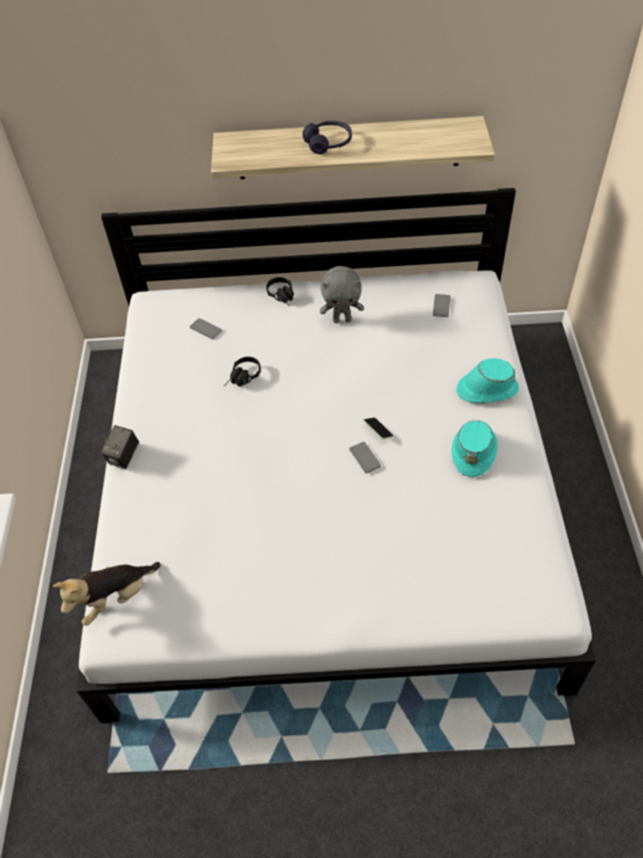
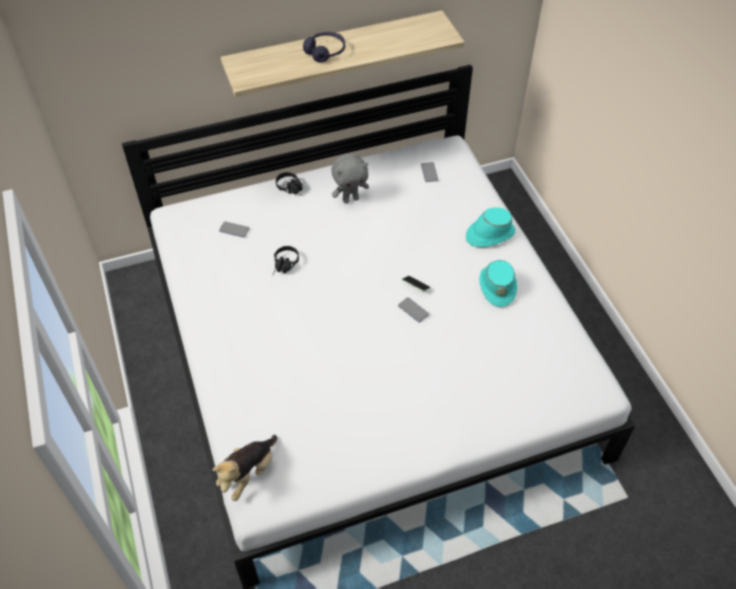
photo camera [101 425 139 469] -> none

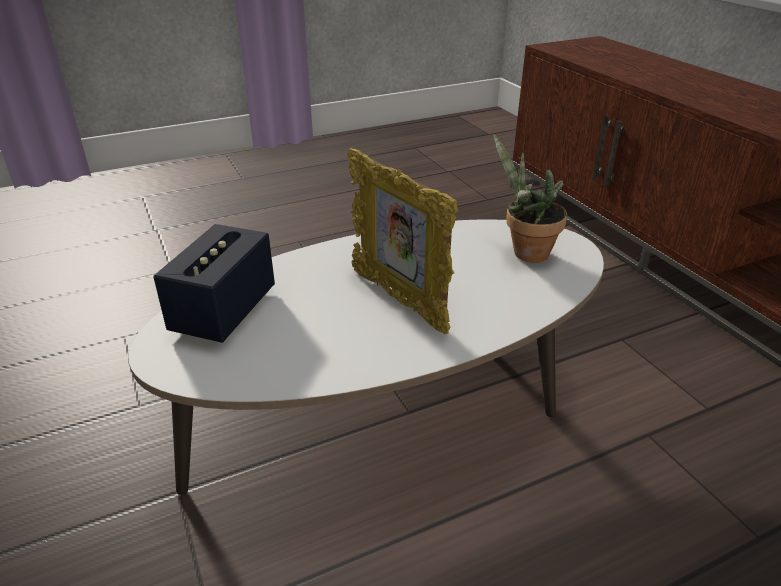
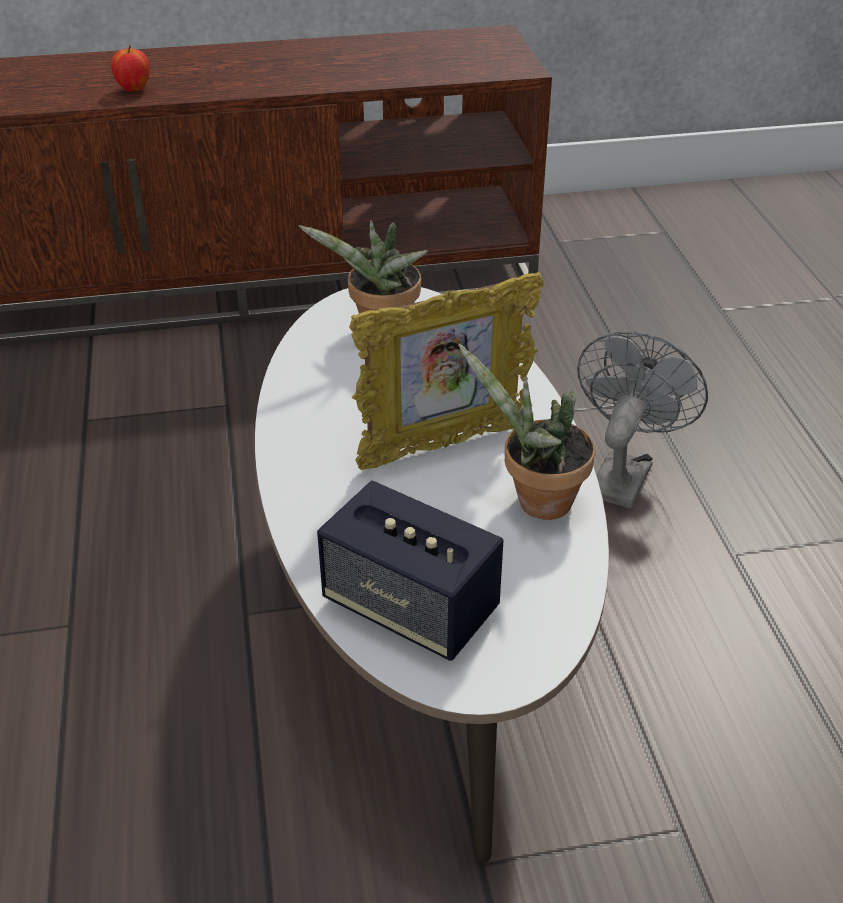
none -> apple [111 45 150 92]
none -> potted plant [458 344 595 520]
none -> fan (grey) [577 332 708 508]

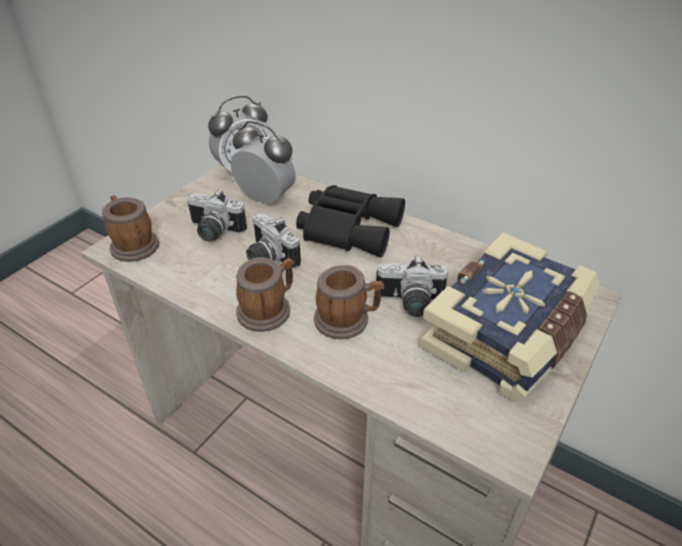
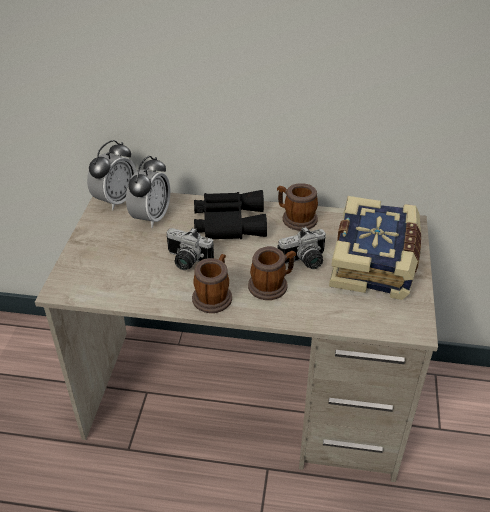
photo camera [187 190 247 242] -> none
mug [102 195 159 262] -> mug [277 183 318 231], relocated
alarm clock [231 121 297 203] -> alarm clock [126 156 170 228], 105 degrees clockwise

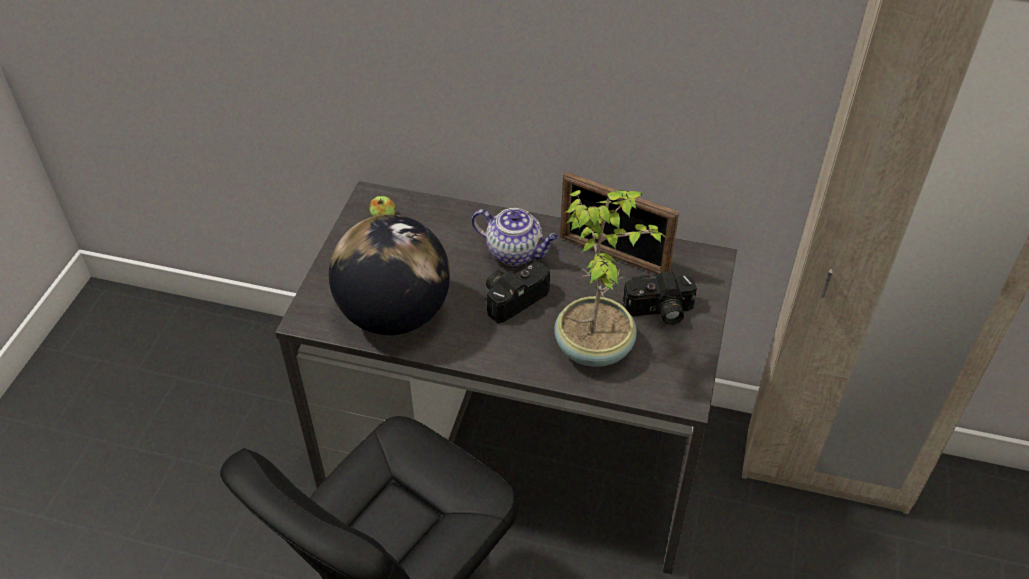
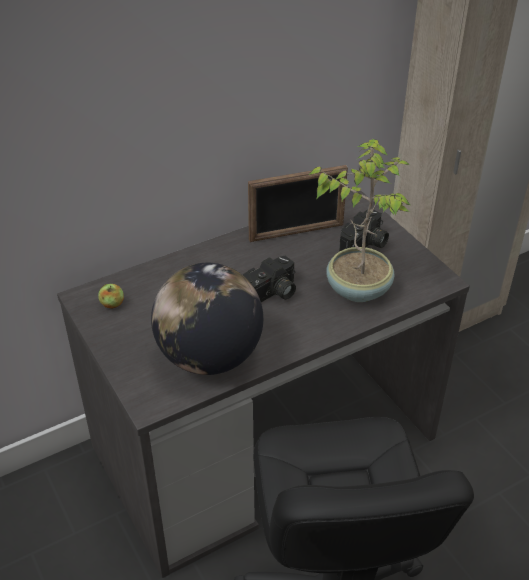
teapot [472 208 558 266] -> none
photo camera [485 262 550 324] -> photo camera [243 256 296 302], 135 degrees counterclockwise

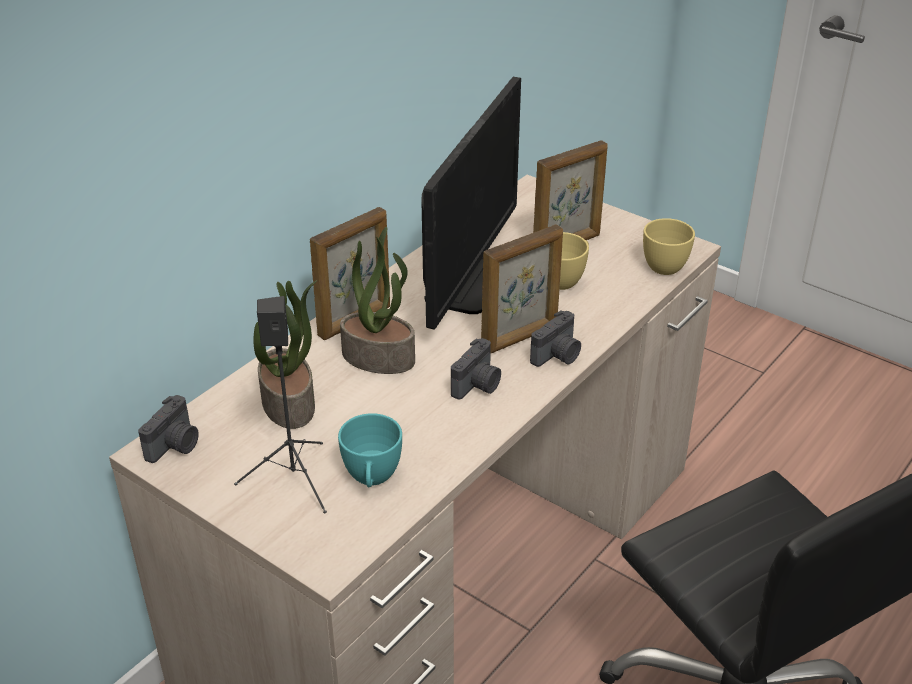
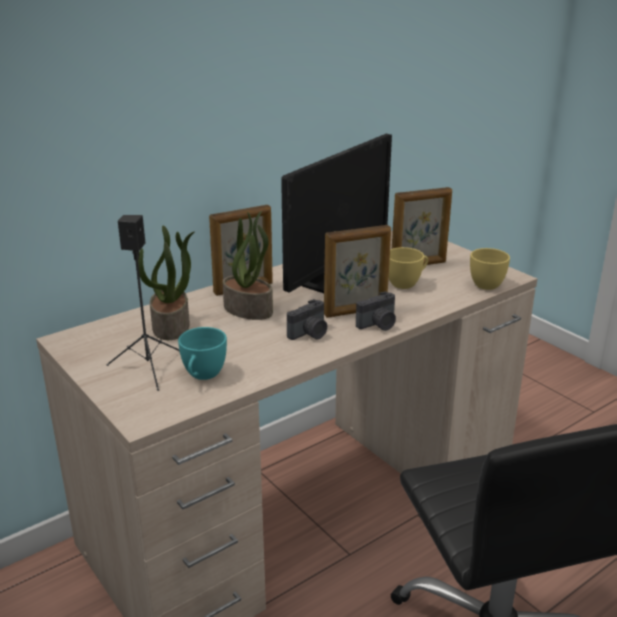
photo camera [138 395 199 463] -> none

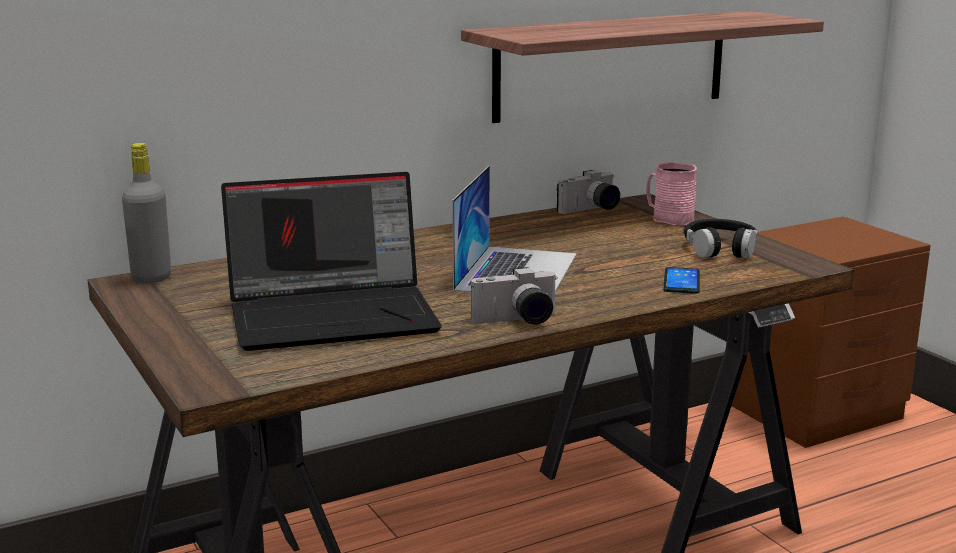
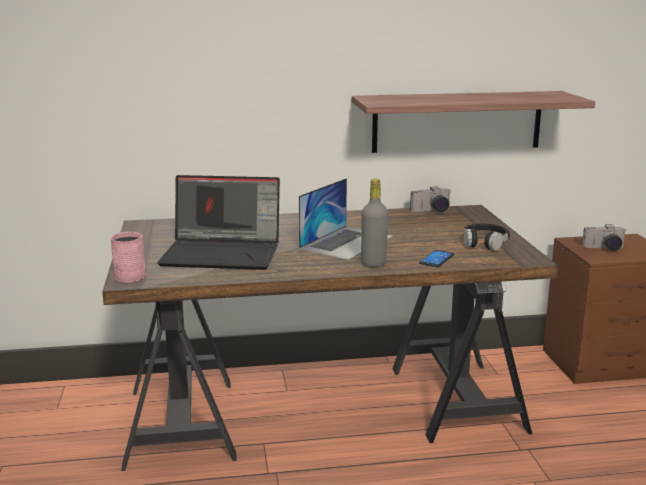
bottle (grey) [122 143 171 283] -> bottle (grey) [361 179 388 267], relocated
photo camera [471 267 558 325] -> photo camera [582 225 626 251], relocated
mug (pink) [646 162 697 225] -> mug (pink) [110 232 146 282], relocated

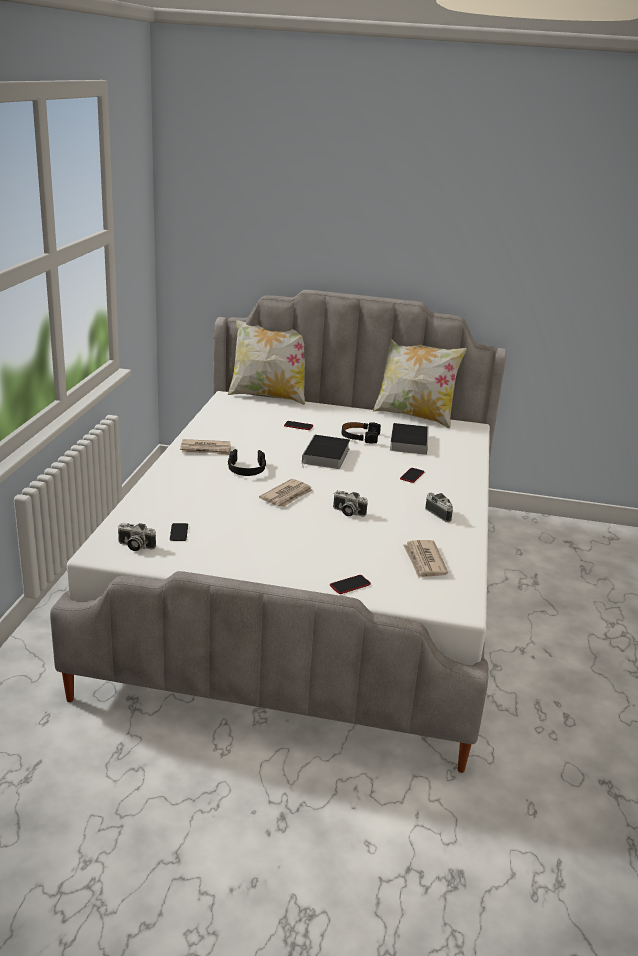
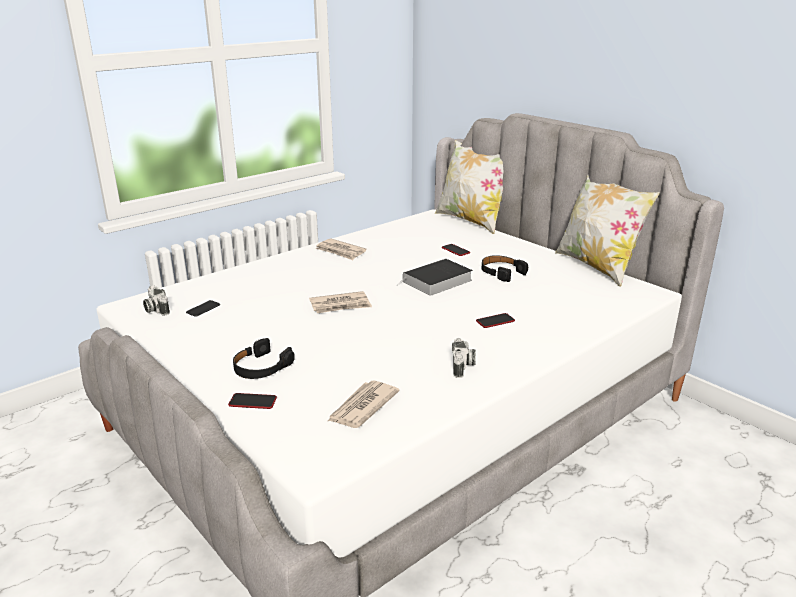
photo camera [333 490 368 516] -> none
book [390 423 429 455] -> none
headphones (black) [228 449 266 476] -> headphones (black) [233 338 295 379], relocated

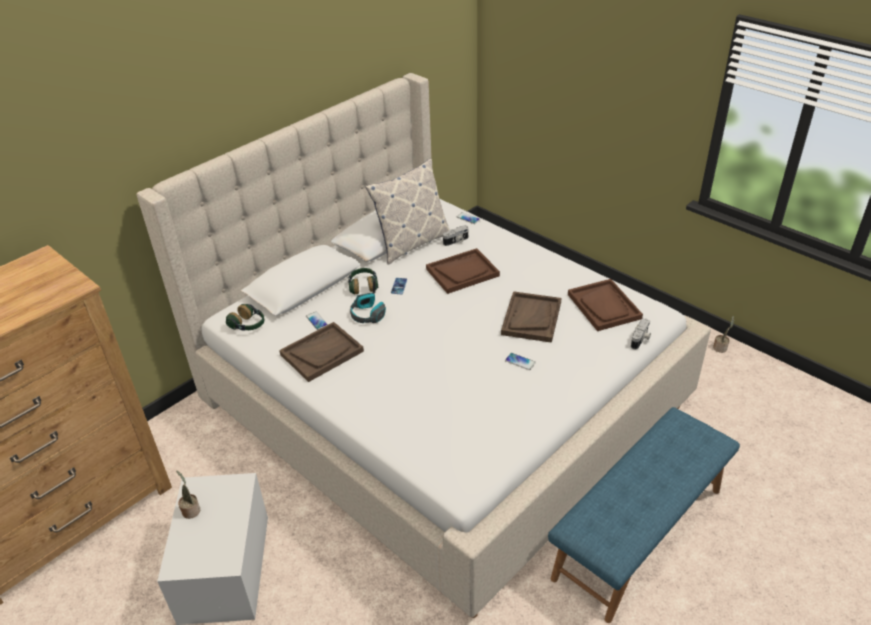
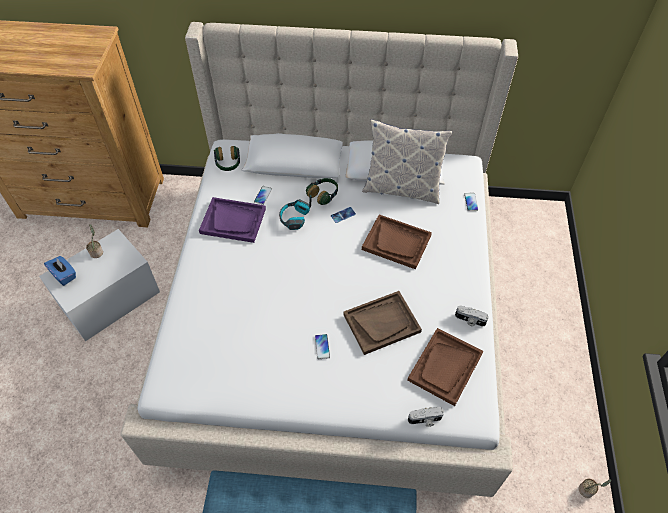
none -> tissue box (blue) [44 256 76 286]
photo camera [443 225 468 246] -> photo camera [455 306 489 327], relocated
tray (brown) [279 322 364 382] -> tray (purple) [199 197 266 243]

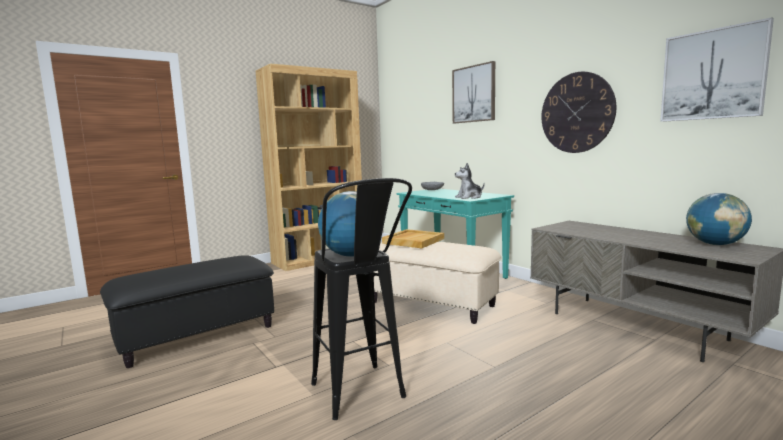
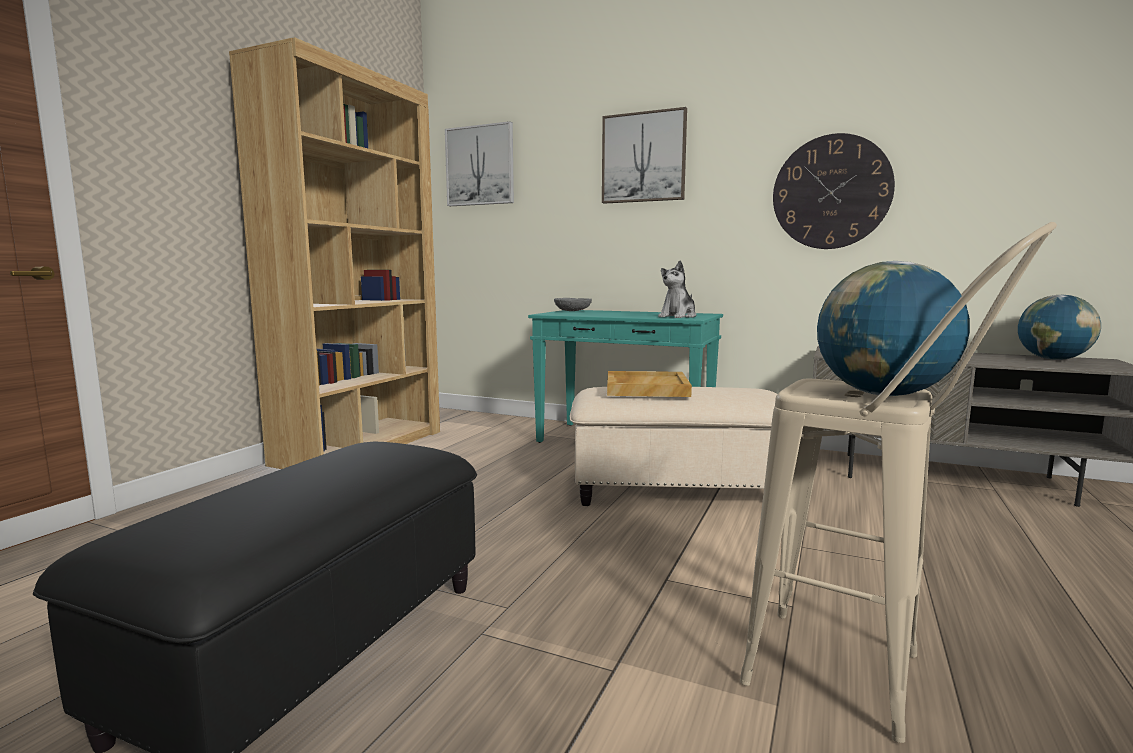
picture [660 17 774 122] -> picture [445 121 514 206], relocated
stool (black) [311 178 412 420] -> stool (beige) [740 222 1057 743]

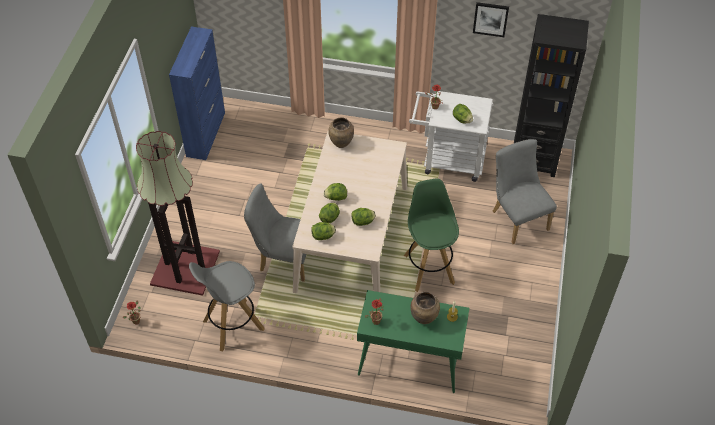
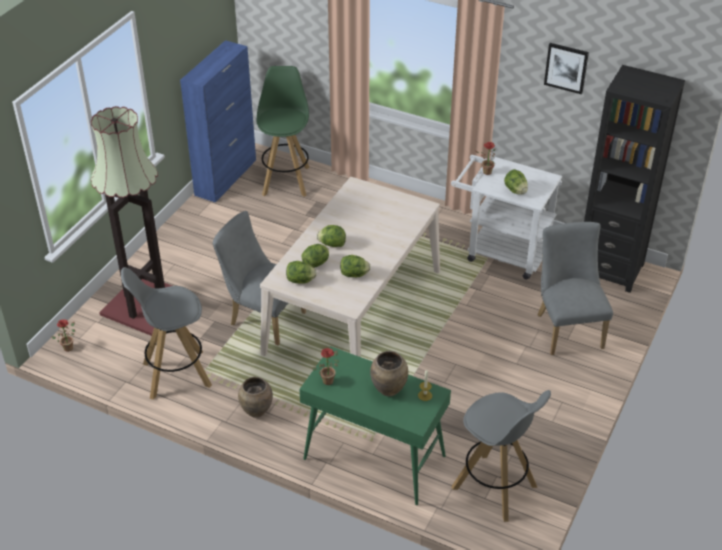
none -> stool (grey) [451 390 551 522]
vase (brown) [328 117 354 148] -> vase (brown) [238 377 273 418], relocated
stool (green) [404 179 459 292] -> stool (green) [256 66 309 197], relocated

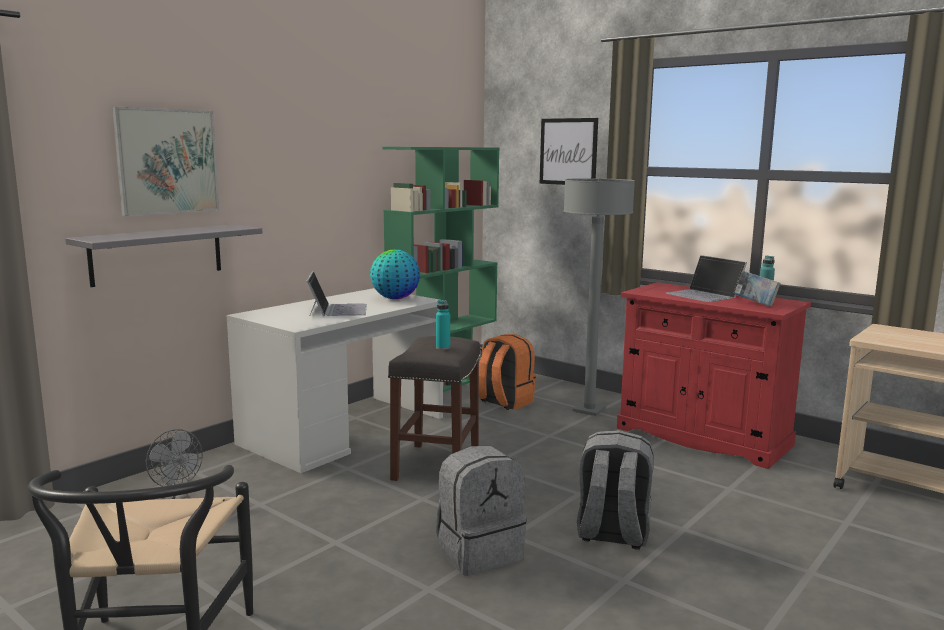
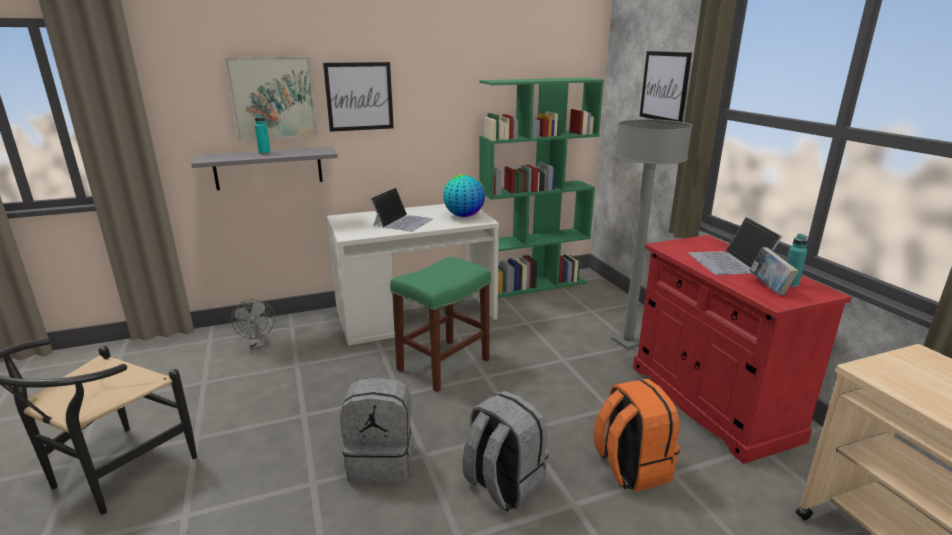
none -> picture [323 62 394 132]
bottle (turquoise) [436 300 450 350] -> bottle (turquoise) [255 114 271 154], relocated
backpack (orange) [479 334 536 410] -> backpack (orange) [594 379 680 492], relocated
stool (grey) [388 336 481 481] -> stool (green) [390 257 491 392]

